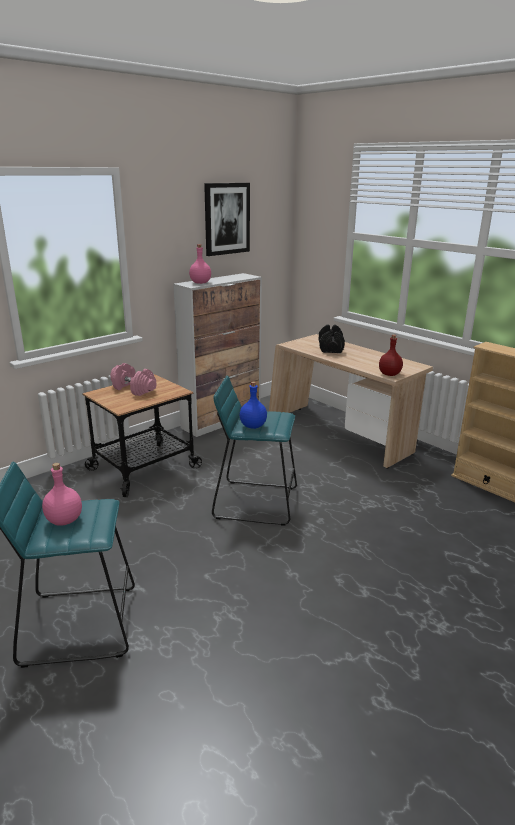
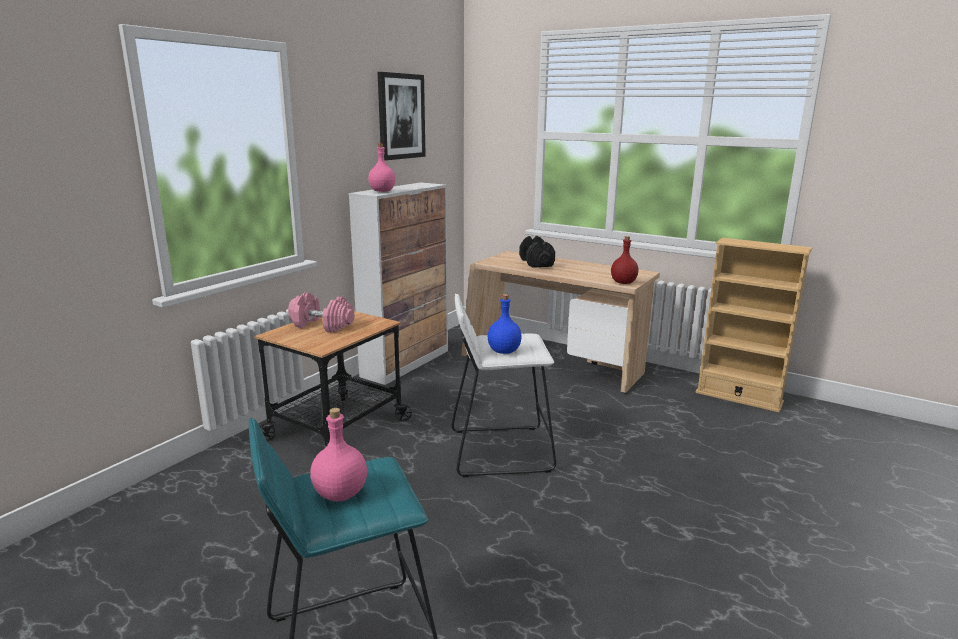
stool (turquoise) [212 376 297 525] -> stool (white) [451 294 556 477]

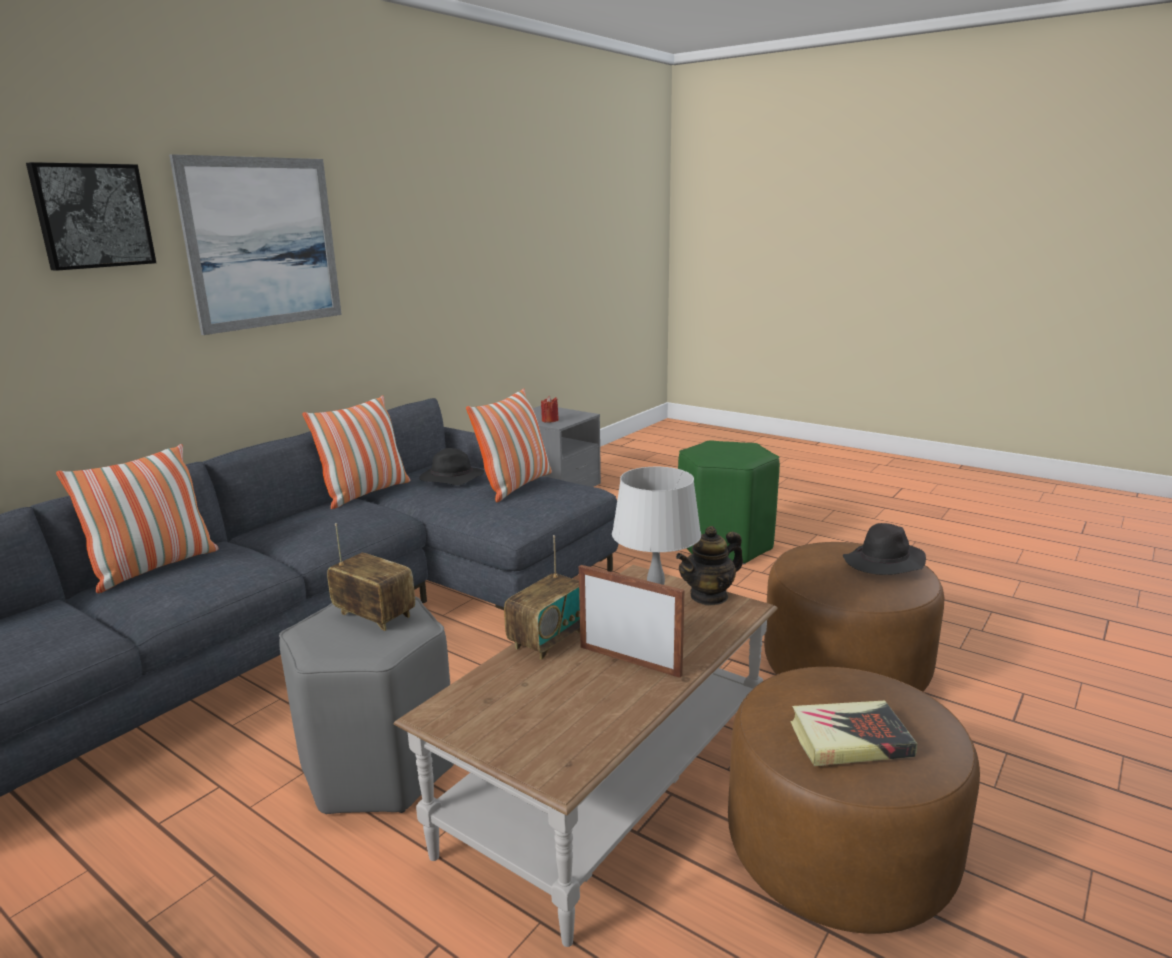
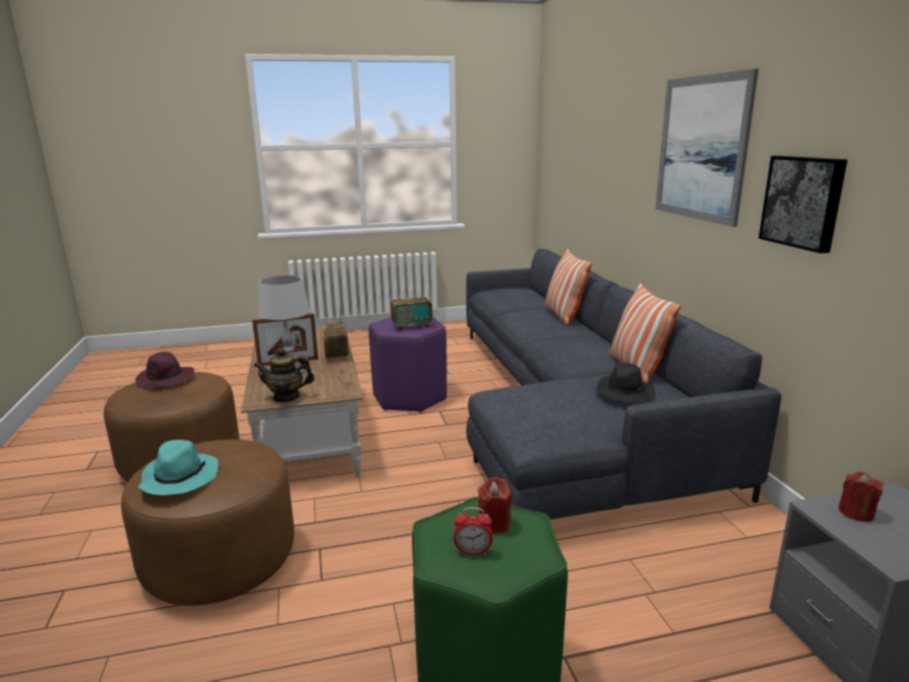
pillow [466 388 552 502] -> none
none -> alarm clock [454 507 492 555]
none -> candle (red) [478 477 512 534]
picture [26 162 156 271] -> picture [759 156 847 253], relocated
book [791 700 917 766] -> hat (purple) [135 352 194 389]
stool (grey) [279 597 454 814] -> stool (purple) [369 316 447 413]
hat (black) [843 523 926 575] -> hat (turquoise) [138 440 218 495]
teapot [676 526 743 606] -> teapot [253 348 315 403], 105 degrees counterclockwise

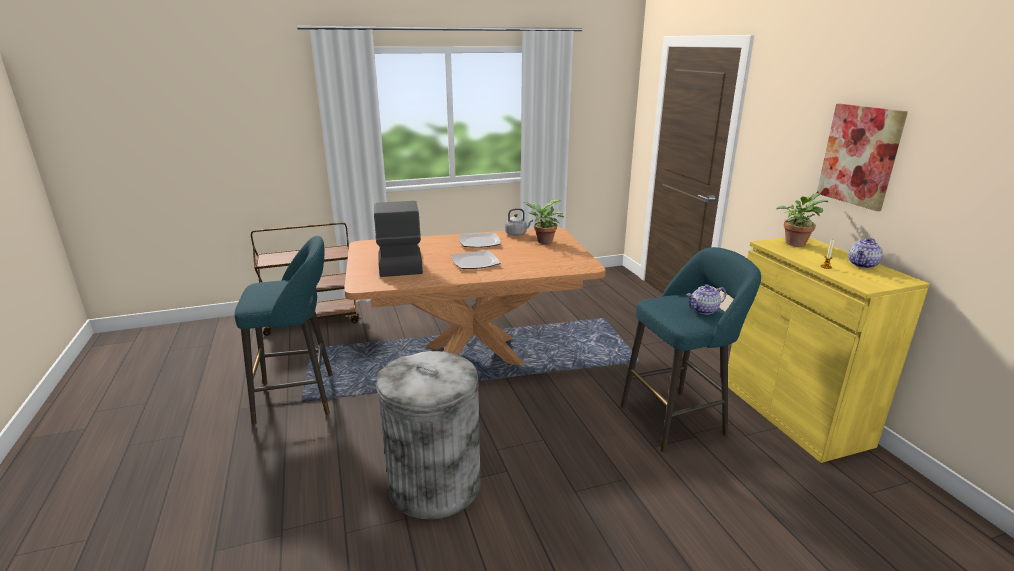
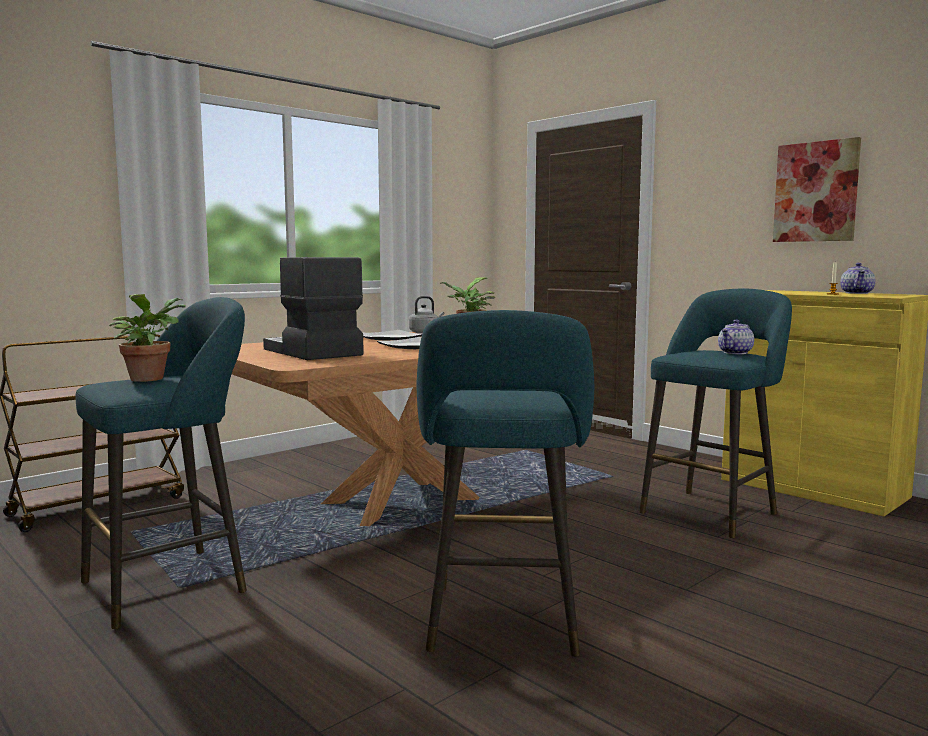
potted plant [776 193 828 247] -> potted plant [109 294 186 382], relocated
trash can (grey) [376 351 480 519] -> stool (turquoise) [416 310 594 657]

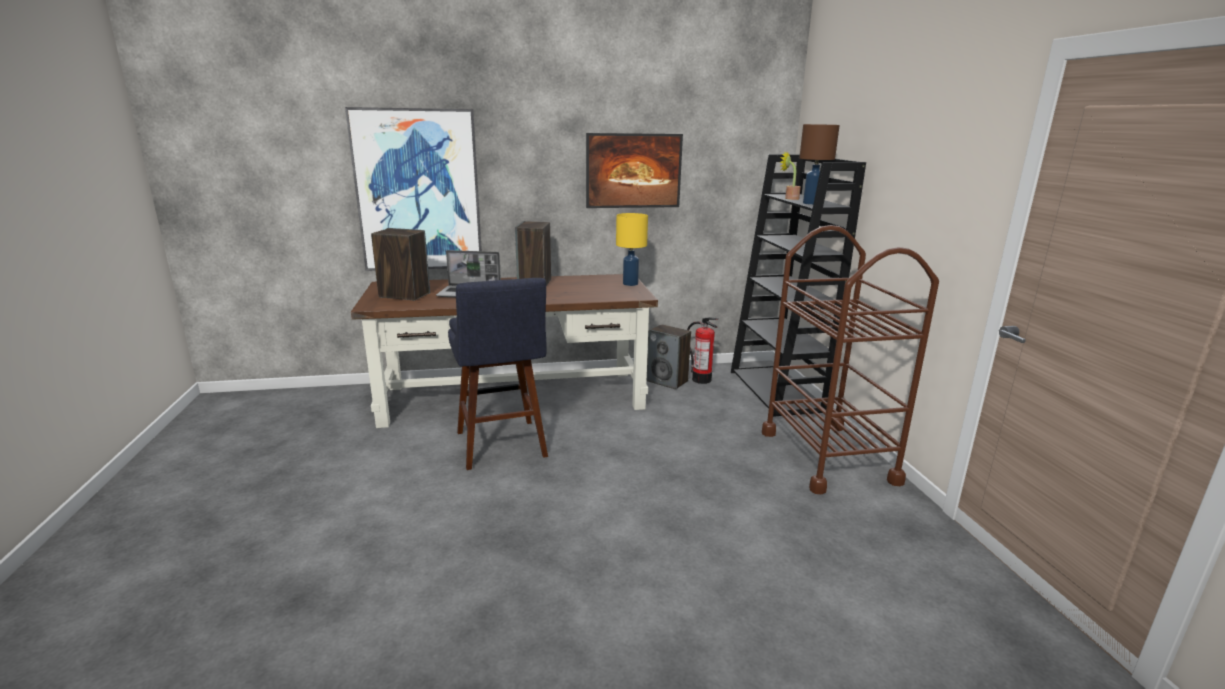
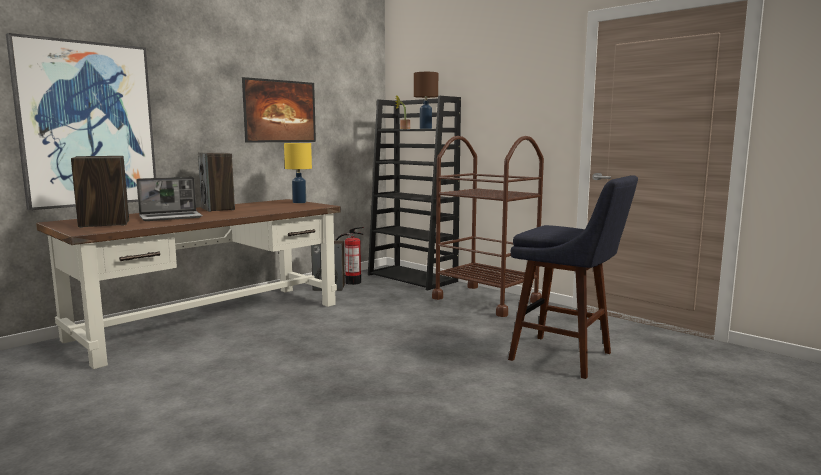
stool (blue) [448 278 548 470] -> stool (blue) [508 175 638 379], relocated

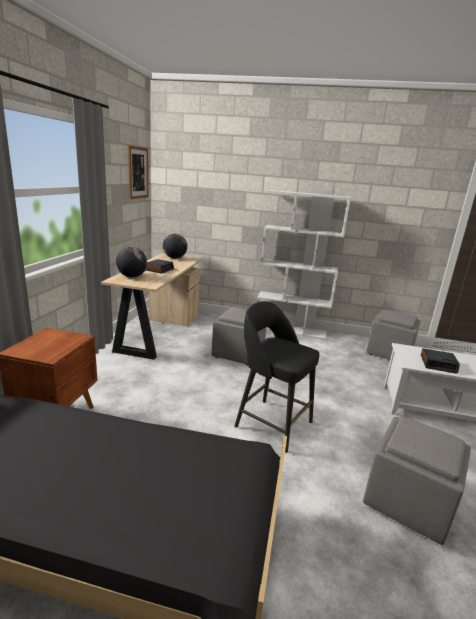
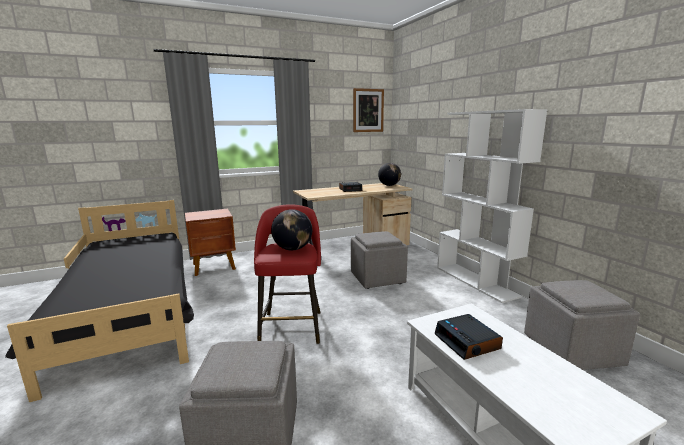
globe [116 247 147 277] -> globe [271 209 312 250], relocated
stool (black) [235 301 319 453] -> stool (red) [254 204 321 344]

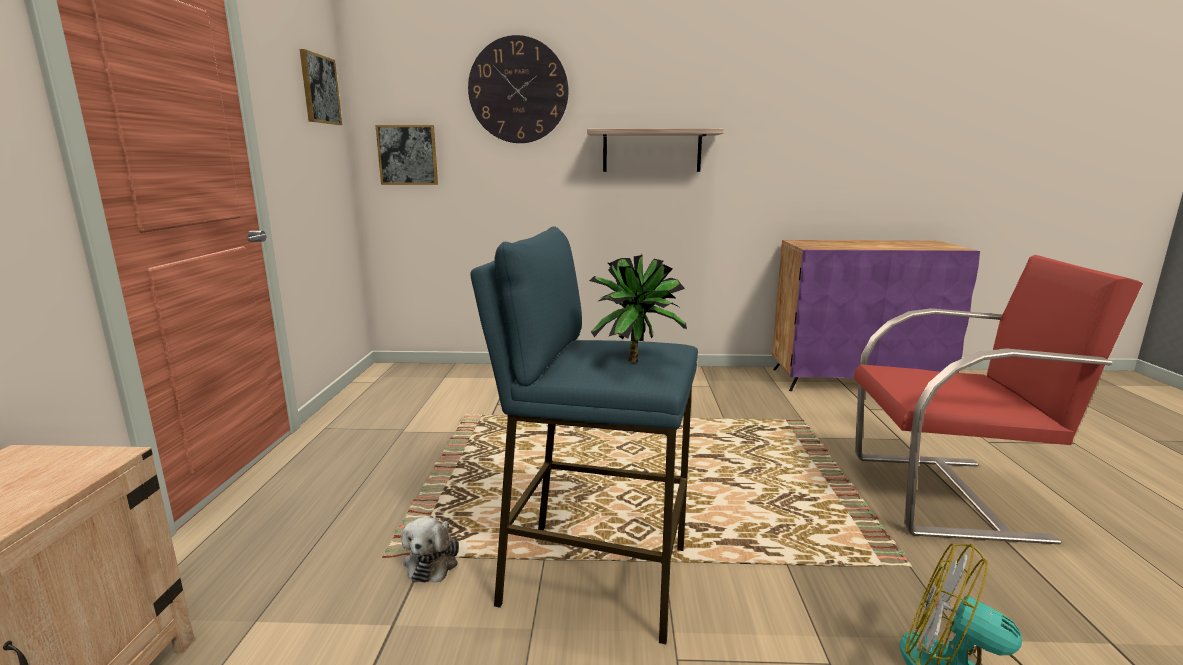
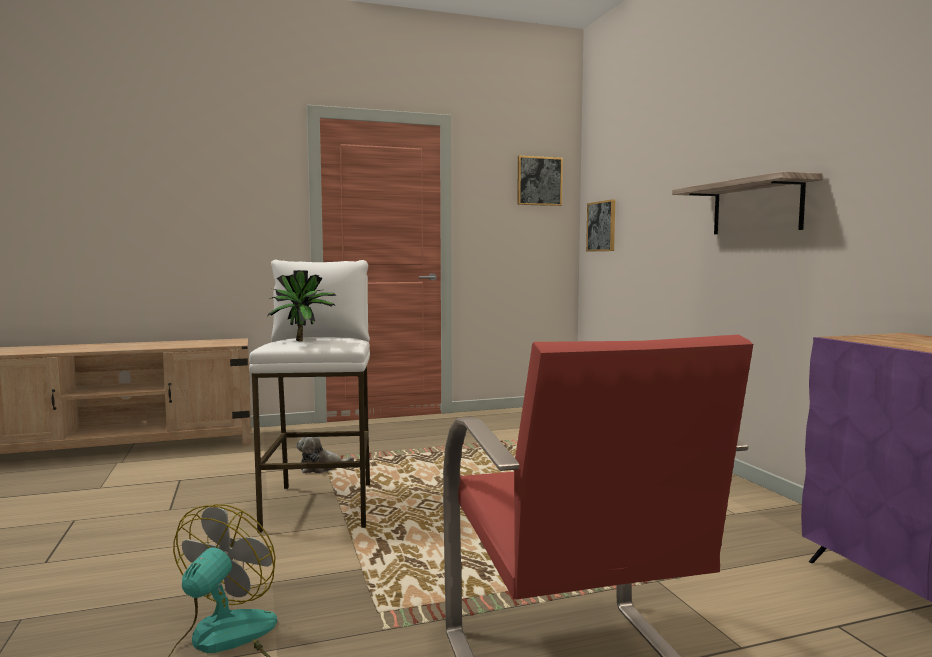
wall clock [468 35 569 143] -> none
stool (blue) [470 226 698 644] -> stool (white) [249 259 370 533]

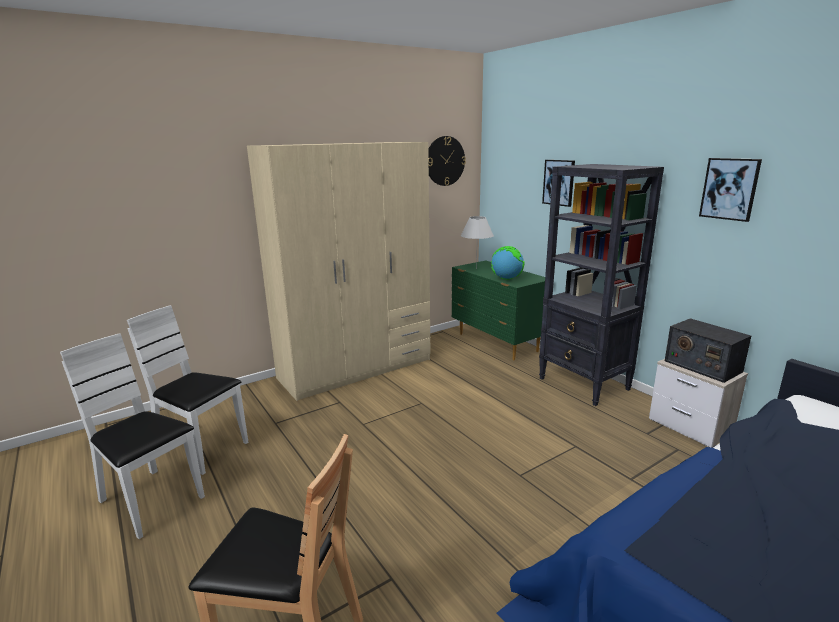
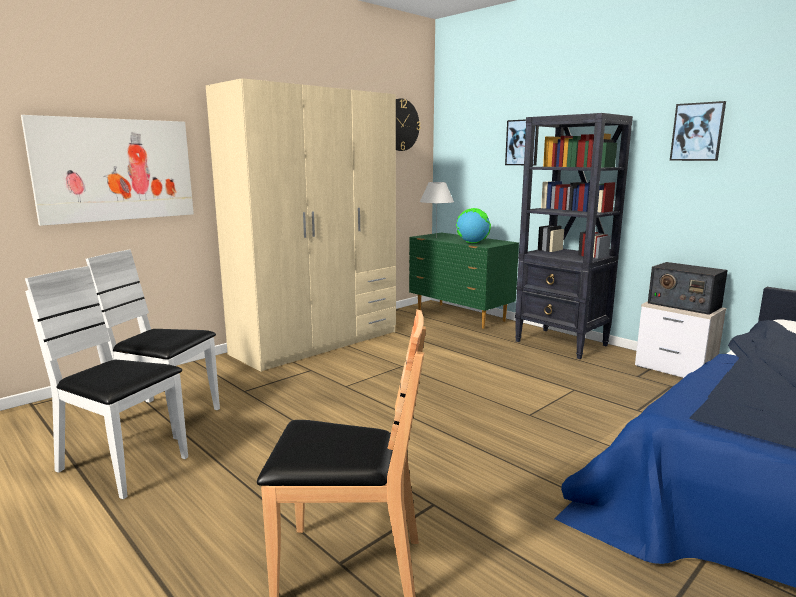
none -> picture [21 115 194 226]

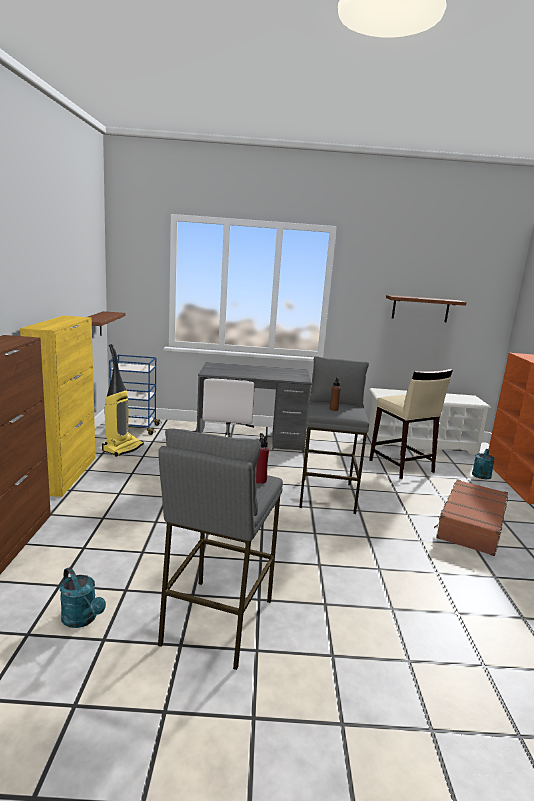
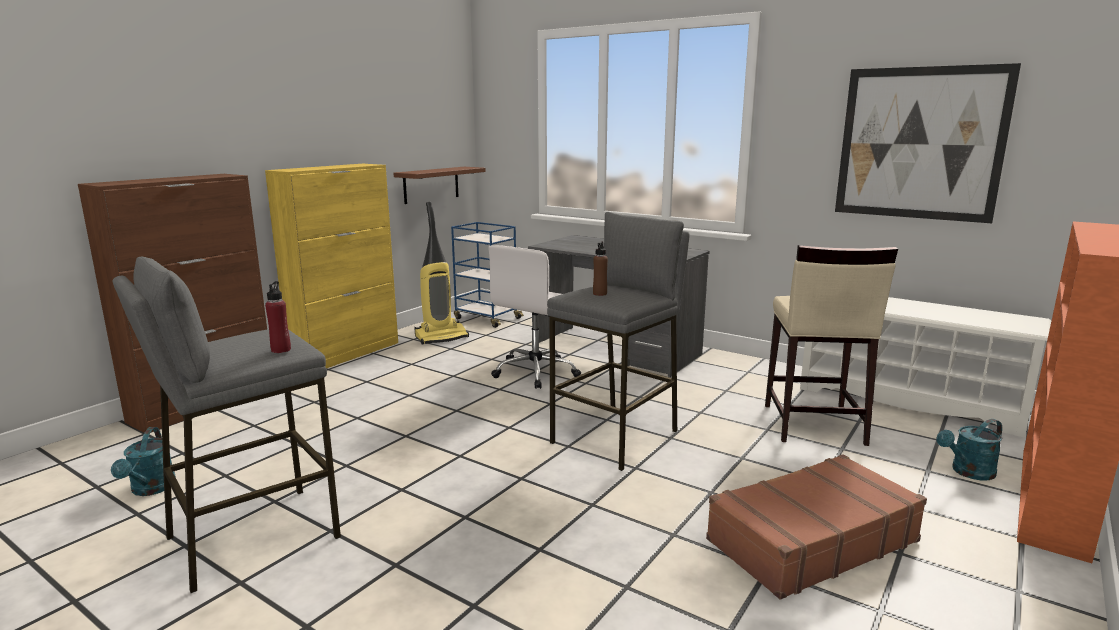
shelf (brown) [386 295 467 322] -> picture [835 63 1021 223]

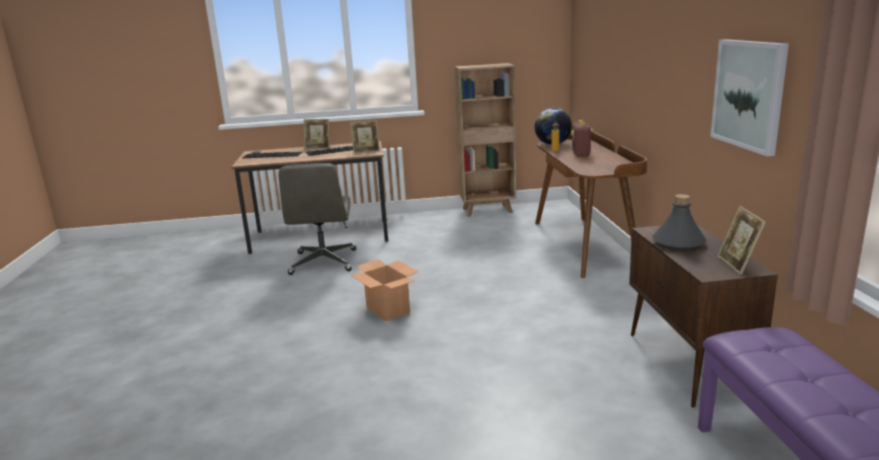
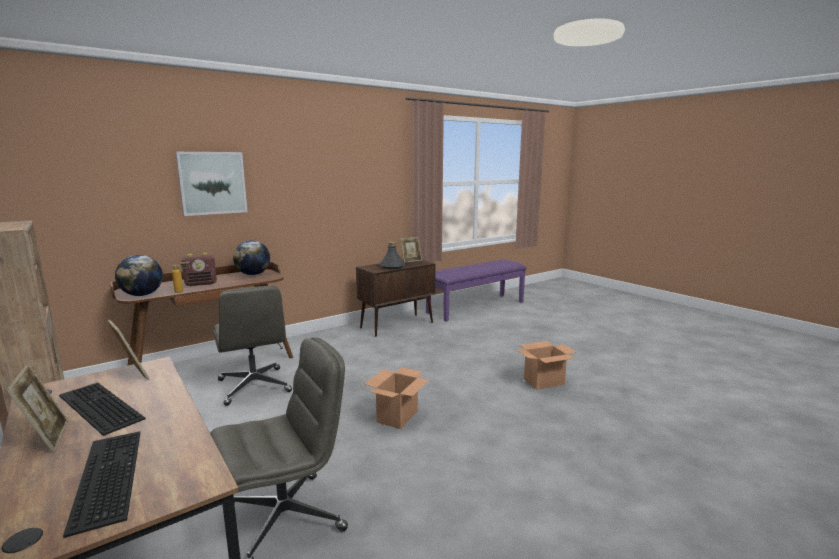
none -> office chair (grey) [214 286 292 406]
none -> globe [233 240 270 275]
none -> cardboard box [516 341 576 390]
picture [710 39 789 156] -> picture [175 152 248 216], relocated

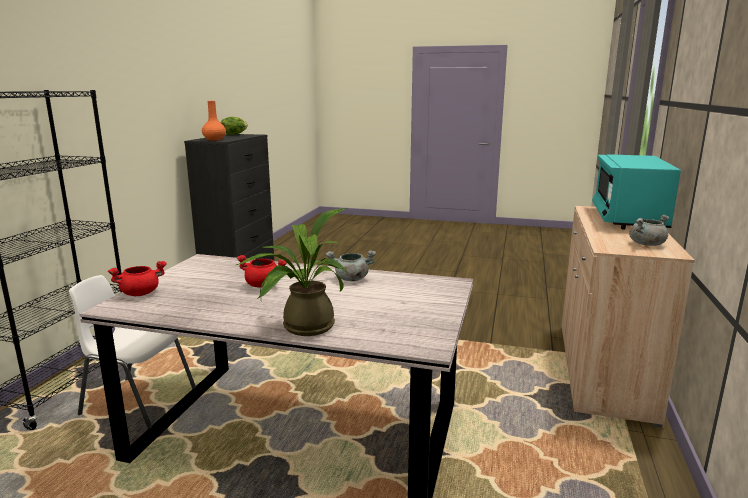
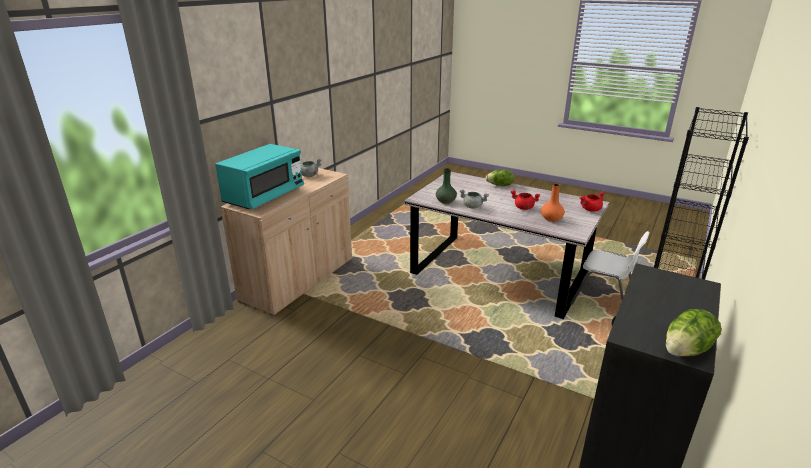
none -> vase (green) [436 168 457 204]
vase (orange) [202 101 226 140] -> vase (orange) [541 184 565 222], relocated
potted plant [236 208 348 336] -> lettuce [485 170 514 186]

